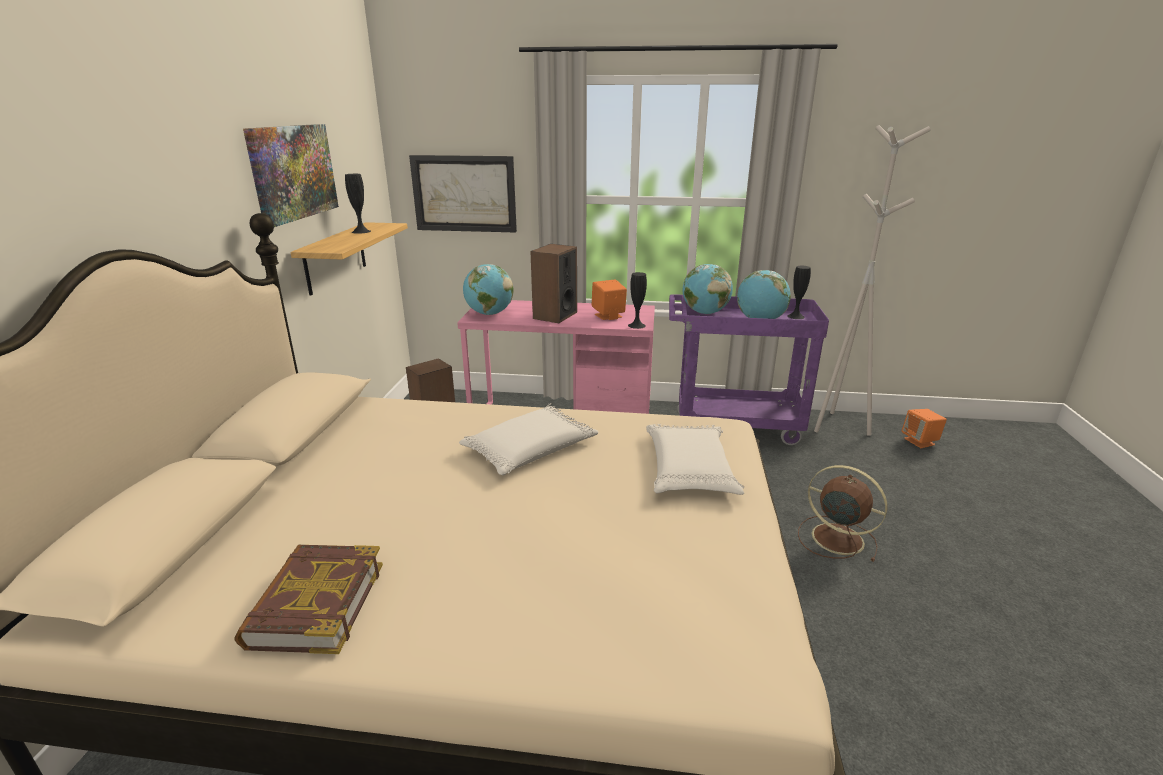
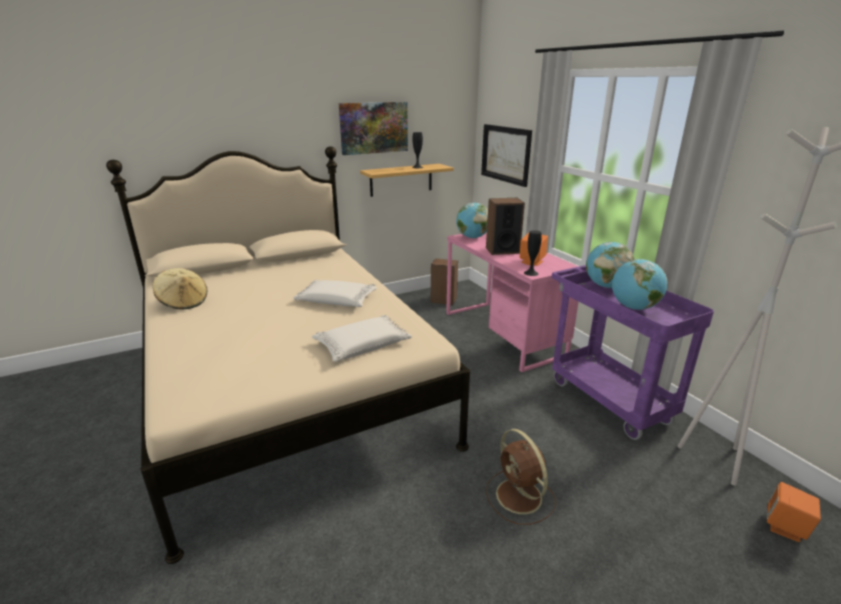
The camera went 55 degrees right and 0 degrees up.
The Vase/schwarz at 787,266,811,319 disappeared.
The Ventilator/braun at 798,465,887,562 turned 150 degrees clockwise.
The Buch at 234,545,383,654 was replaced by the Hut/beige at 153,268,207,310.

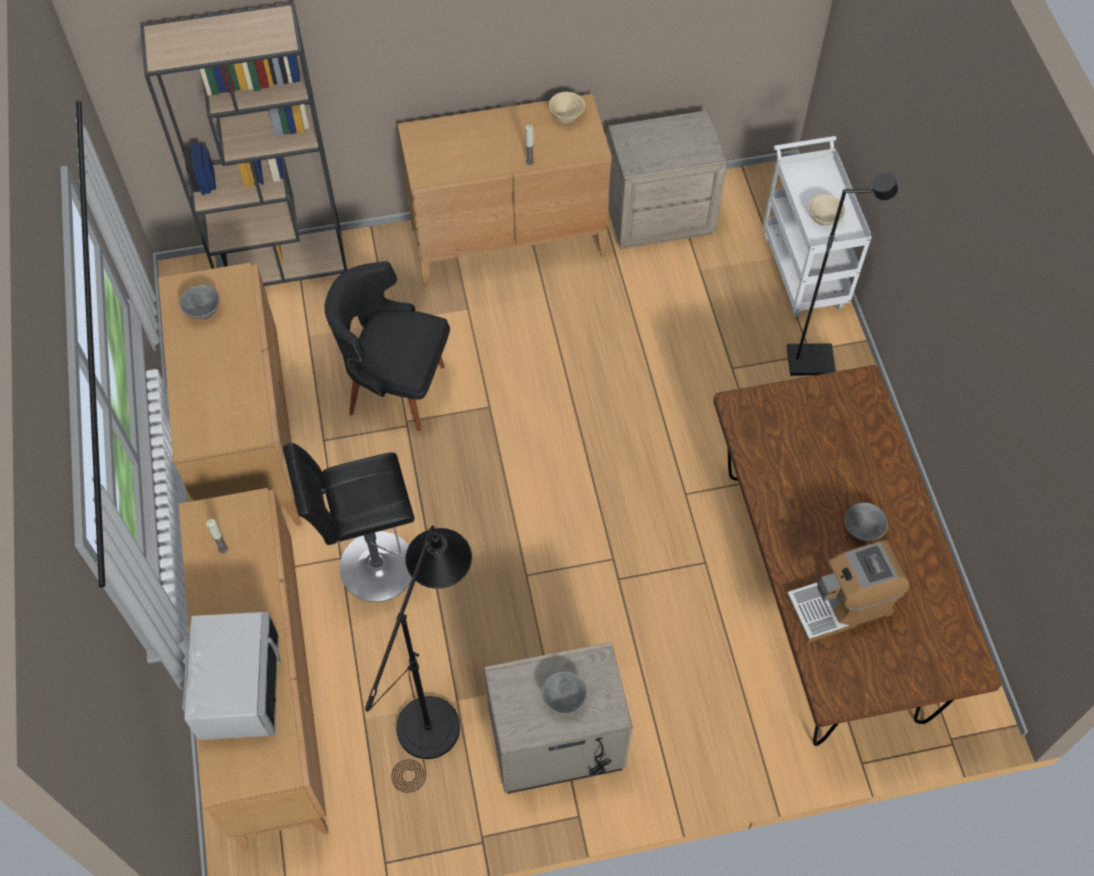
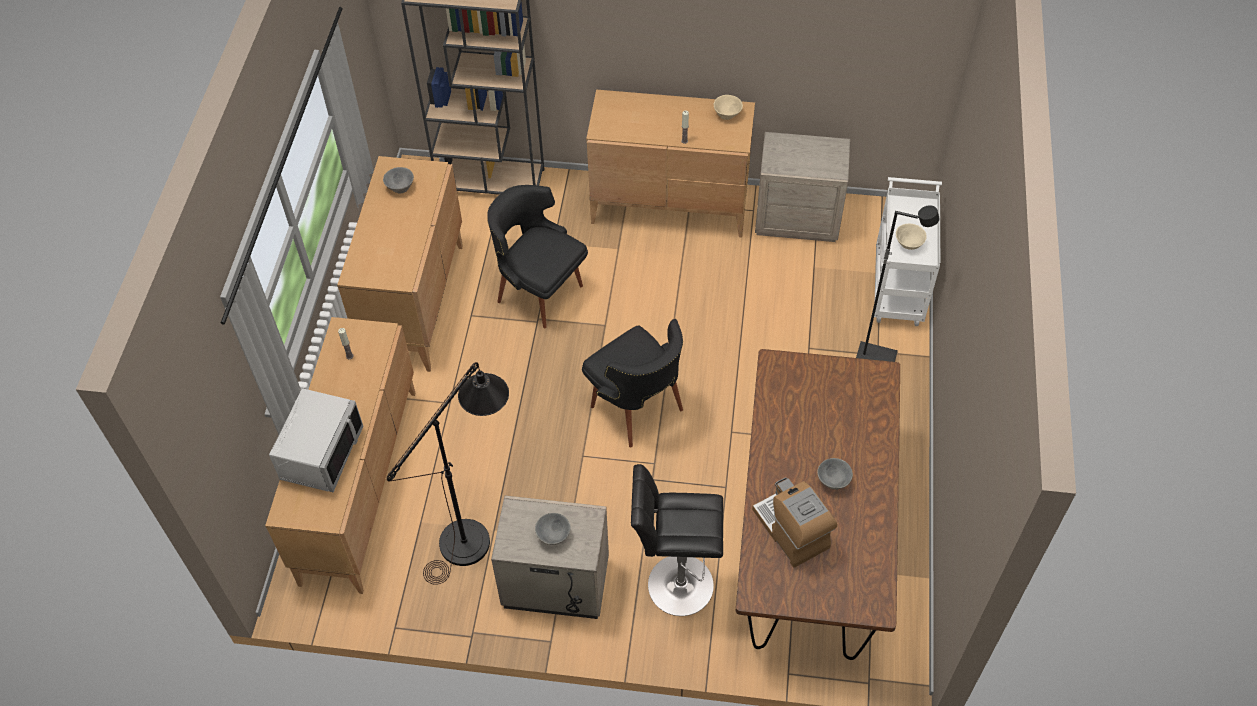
The camera went 20 degrees right and 5 degrees down.
The Hocker/schwarz moved from 283,443,414,602 to 631,464,723,616.
The Kaffeemaschine at 786,539,909,643 turned 60 degrees clockwise.
The Stuhl/schwarz at 582,319,683,448 appeared.

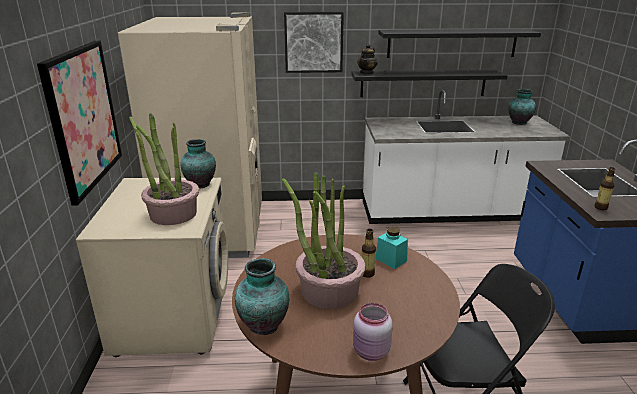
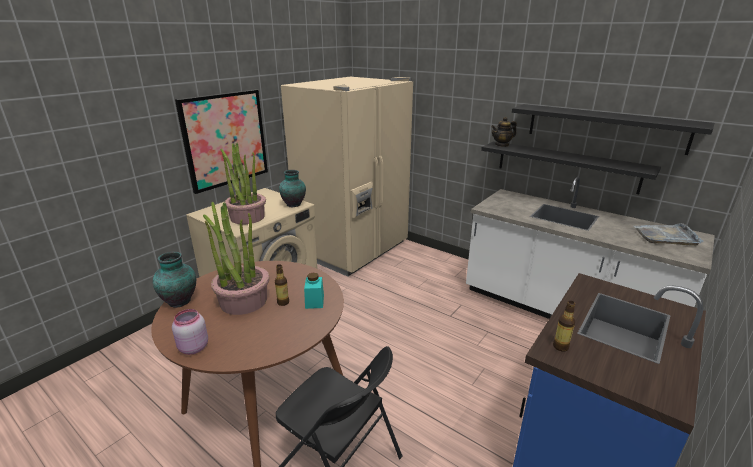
The camera went 40 degrees right and 0 degrees up.
The Bild at 284,12,344,73 disappeared.
The Vase at 508,89,536,125 was replaced by the Tablett/grau at 634,223,704,246.

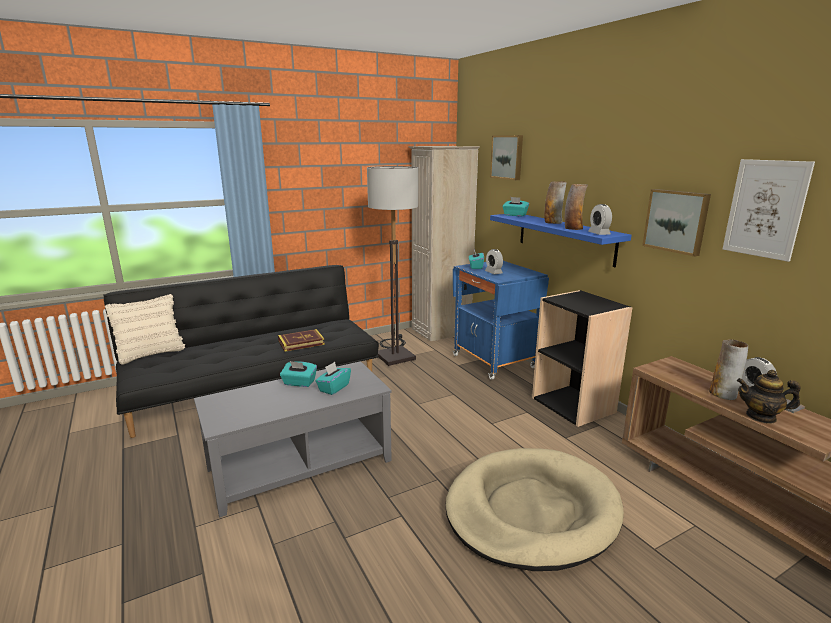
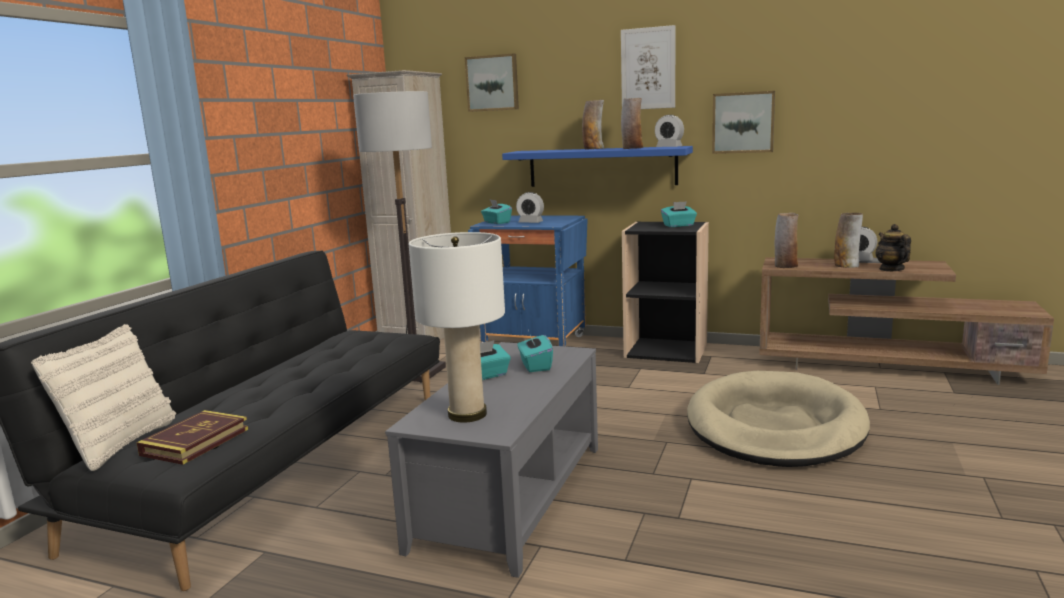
The camera went 40 degrees left and 5 degrees down.
The Bild moved from 722,159,815,262 to 621,25,675,109.
The Taschentuchbox/türkis moved from 502,197,529,216 to 661,201,697,227.
The Buch moved from 278,329,325,352 to 137,410,248,465.
The Teekanne at 737,370,801,424 turned 105 degrees clockwise.
The Vase at 775,213,798,268 appeared.
The Tischlampe/weiß at 409,232,505,423 appeared.

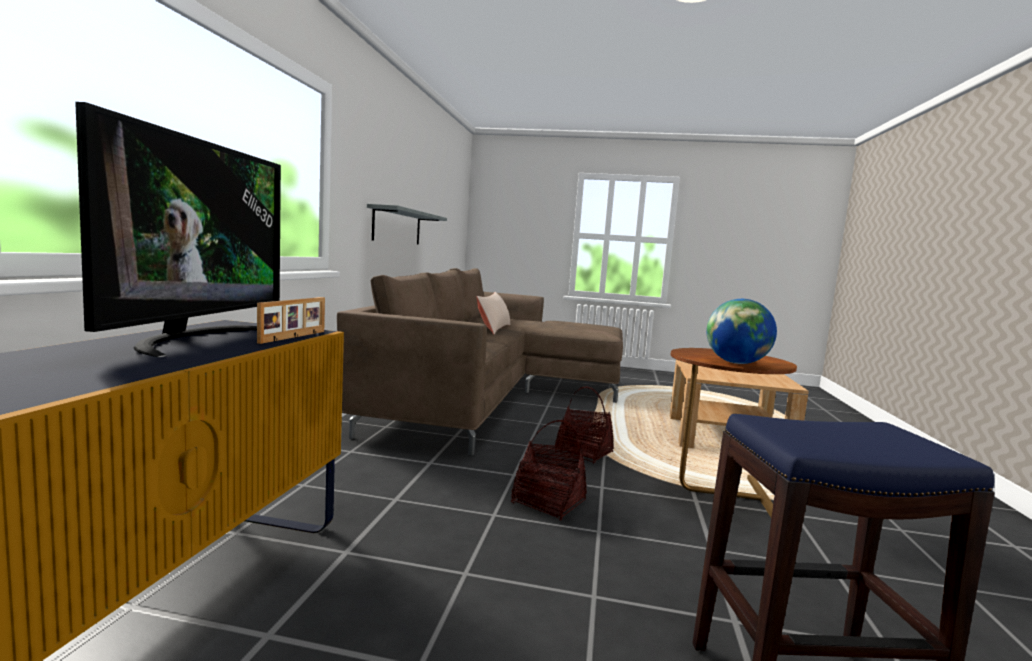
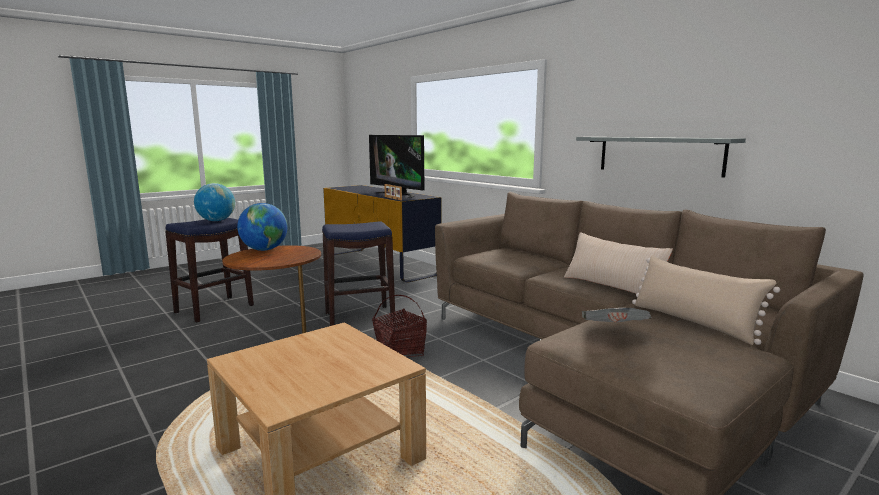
The camera went 130 degrees right and 5 degrees up.
The Korb at 511,420,587,521 was replaced by the Hocker at 322,221,396,326.
The Globus at 194,183,235,221 appeared.
The Kissen/beige at 632,255,780,345 appeared.
The Zeitung at 582,308,651,322 appeared.

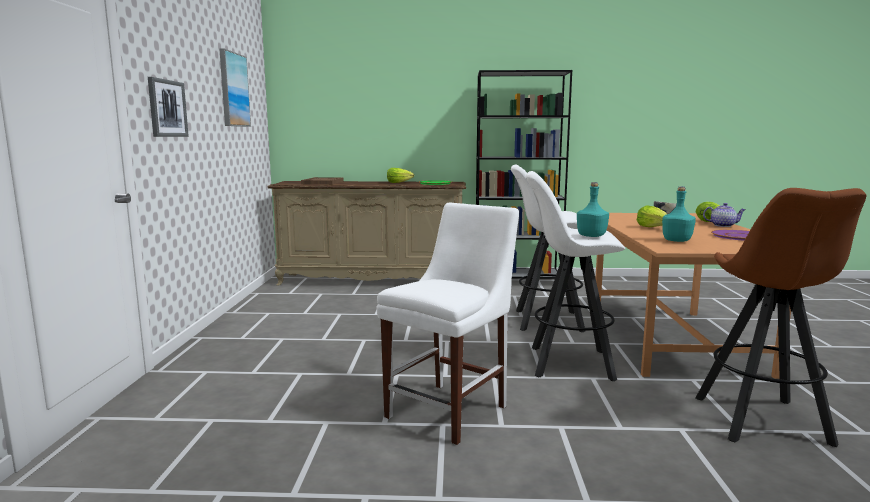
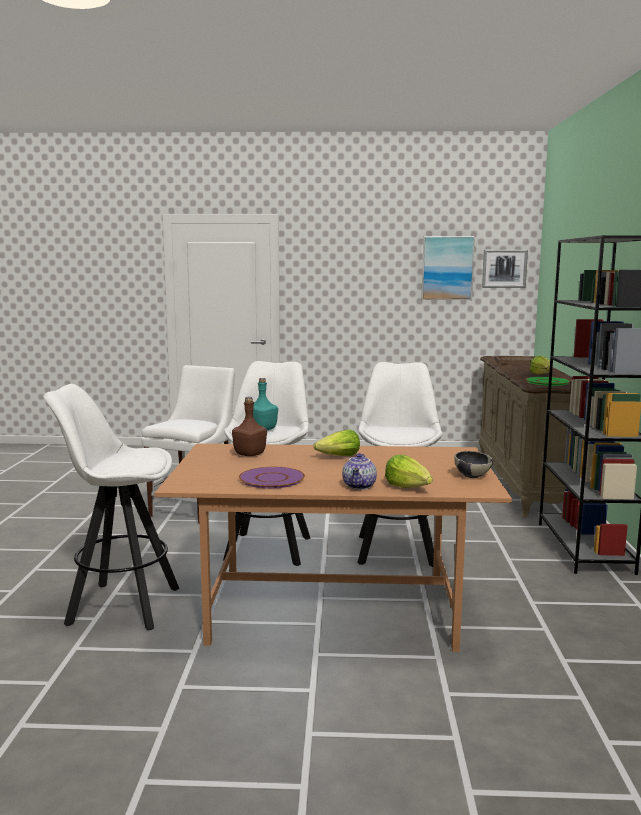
The camera went 90 degrees right and 0 degrees up.
The Bild moved from 148,77,189,137 to 482,250,528,288.
The Flasche/türkis at 662,187,696,242 became the Flasche/braun at 232,397,267,456.
The Hocker/braun at 696,188,866,447 became the Hocker/weiß at 43,384,179,630.
The Stuhl/weiß at 376,203,519,445 turned 105 degrees counterclockwise.

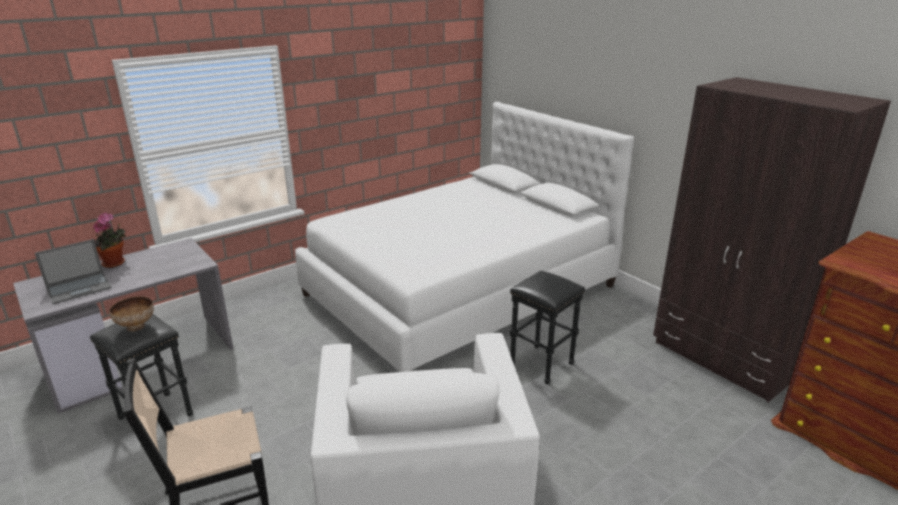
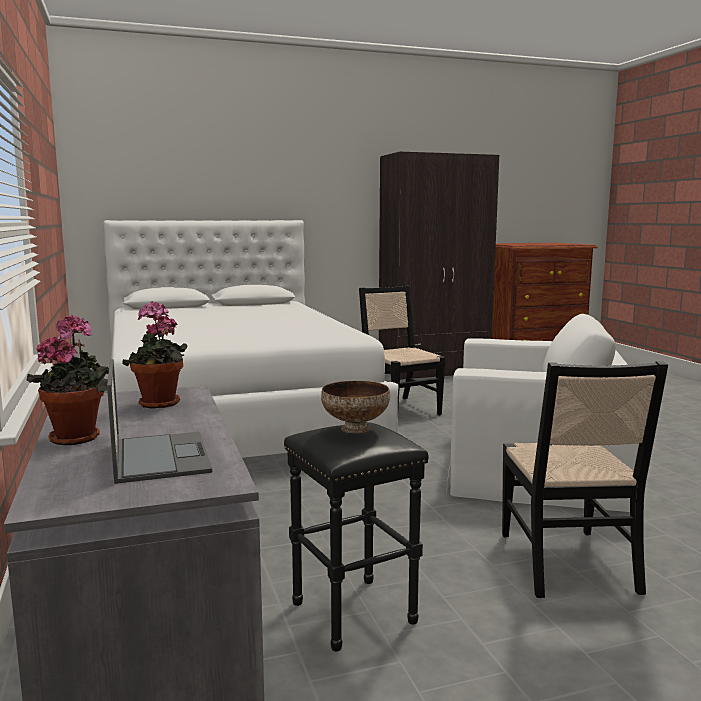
The camera went 70 degrees left and 15 degrees down.
The Hocker/schwarz at 510,271,585,384 was replaced by the Stuhl at 359,285,445,415.
The Topfpflanze at 122,301,188,409 appeared.

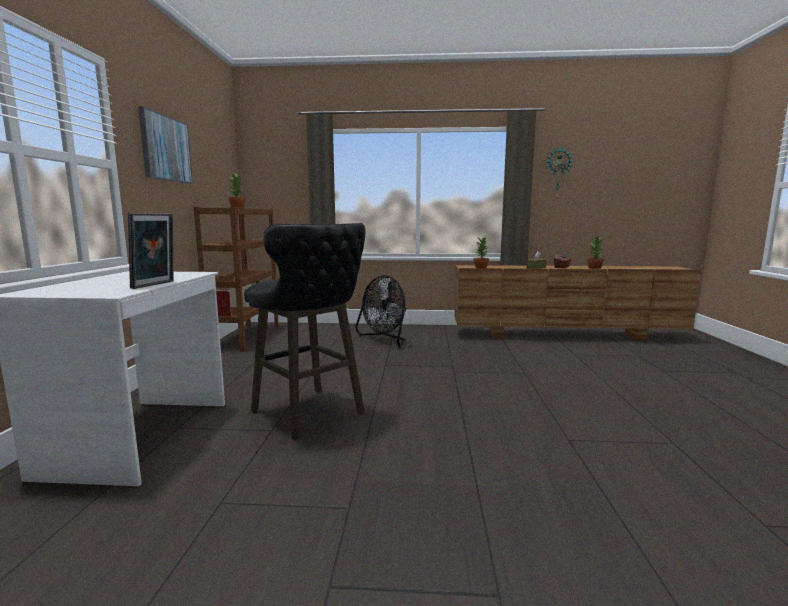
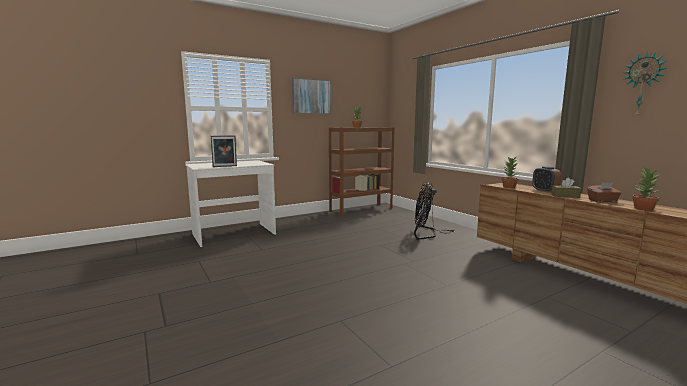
The camera went 55 degrees right and 0 degrees up.
The Hocker/schwarz at 244,223,366,441 disappeared.
The Wecker at 532,166,561,192 appeared.

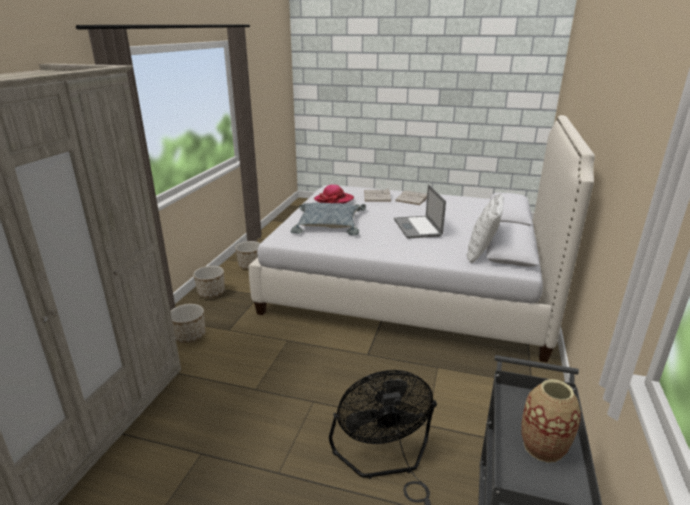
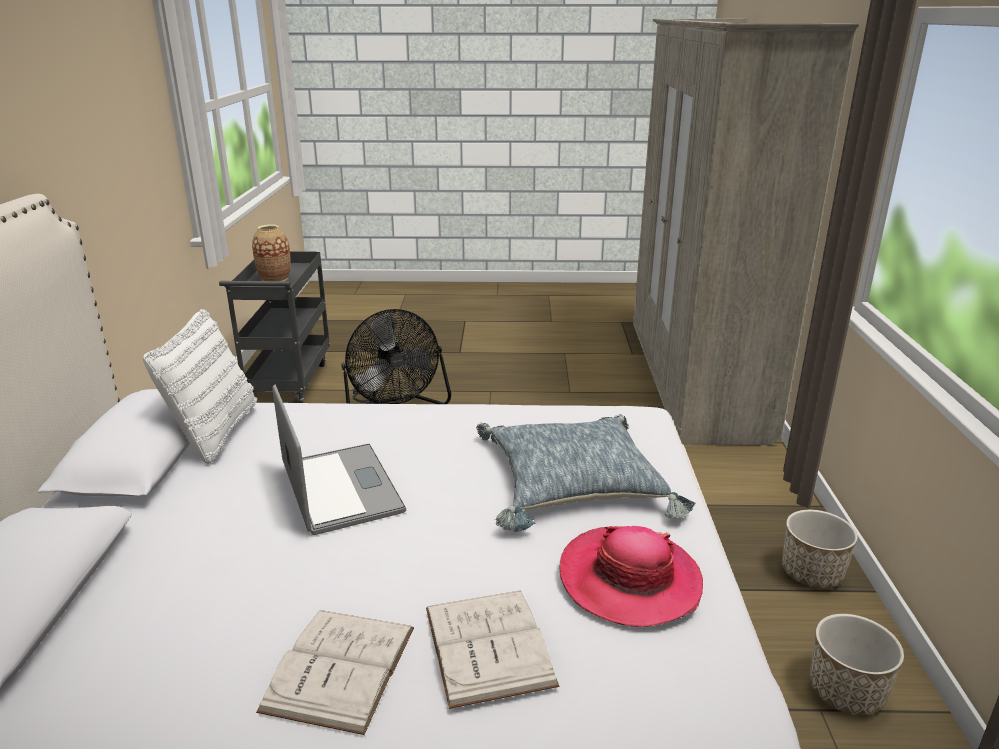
The camera went 165 degrees right and 0 degrees up.
The Pflanzkübel at 171,304,205,343 disappeared.

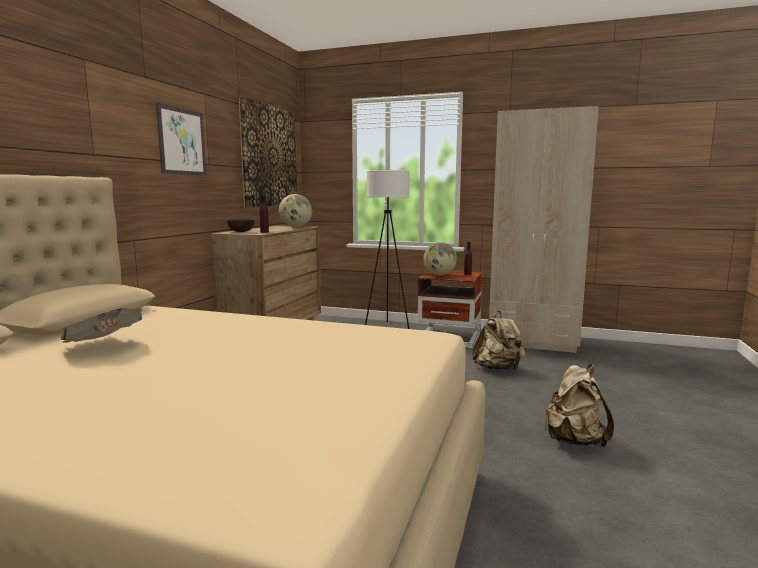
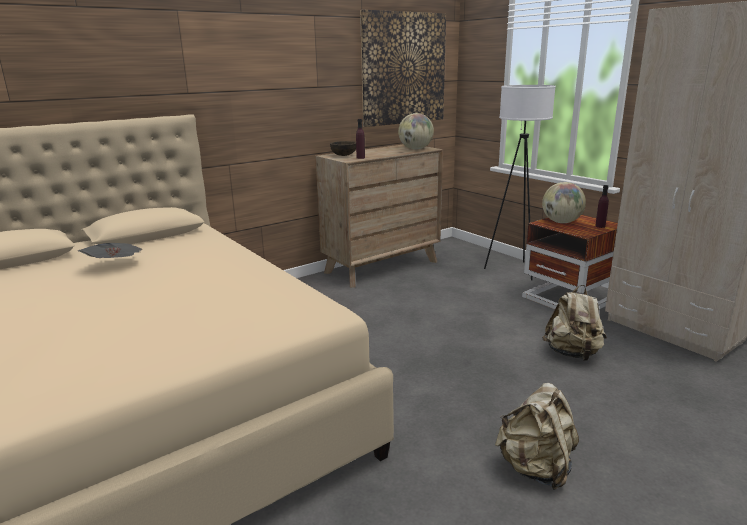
The camera went 35 degrees right and 10 degrees up.
The Bild at 156,103,206,176 disappeared.

